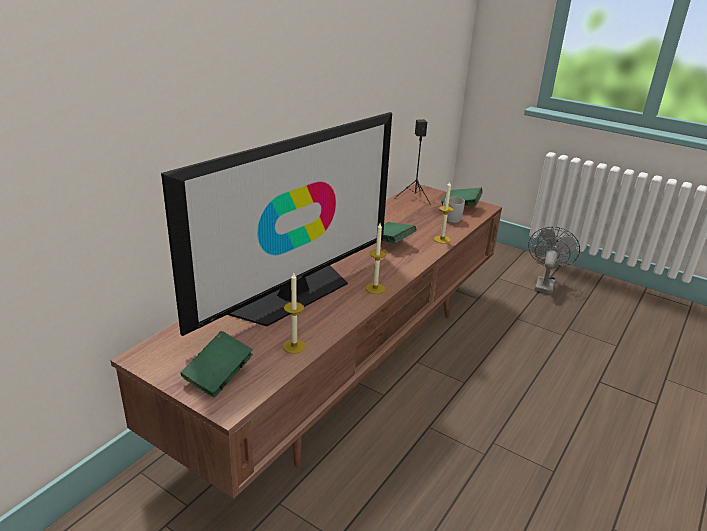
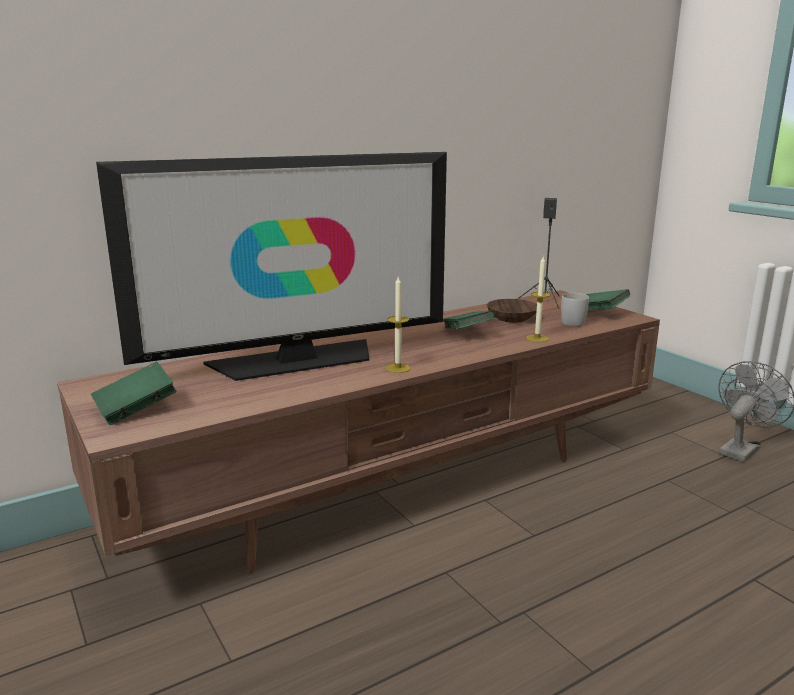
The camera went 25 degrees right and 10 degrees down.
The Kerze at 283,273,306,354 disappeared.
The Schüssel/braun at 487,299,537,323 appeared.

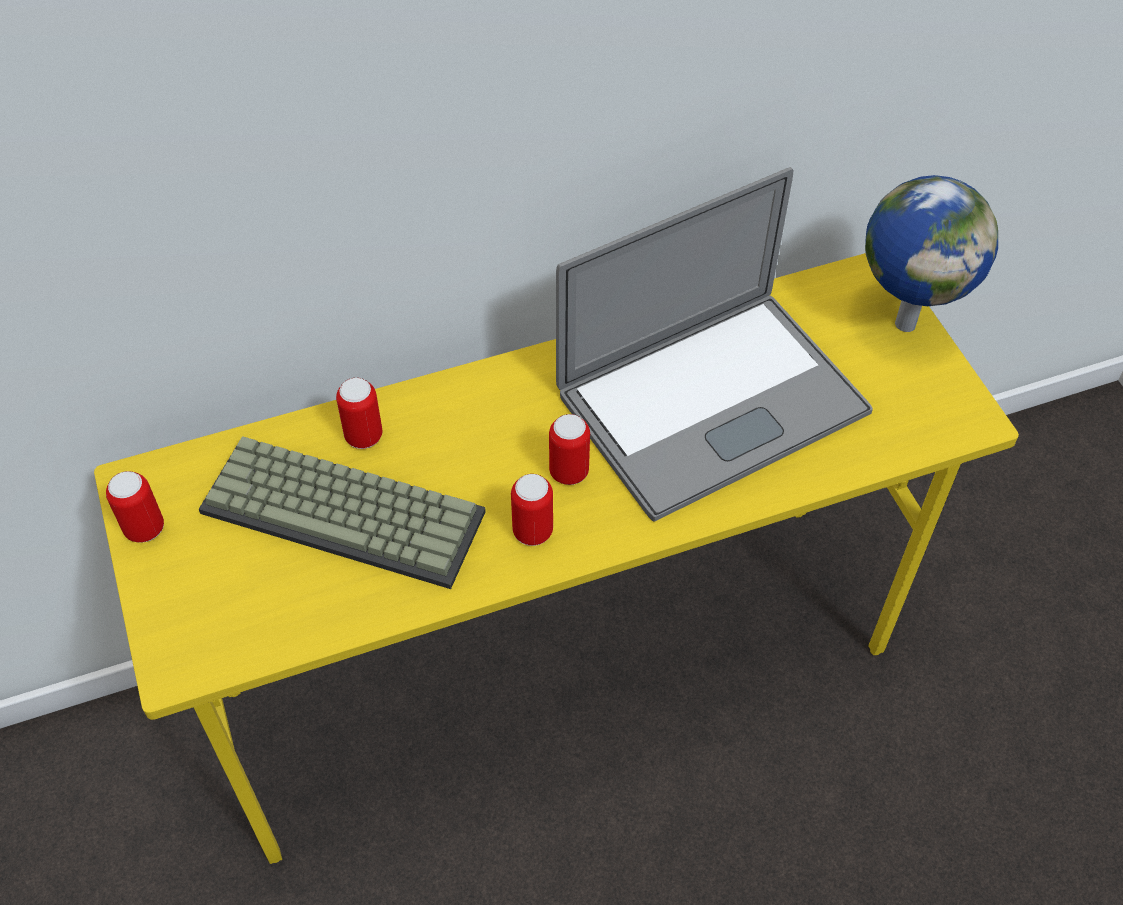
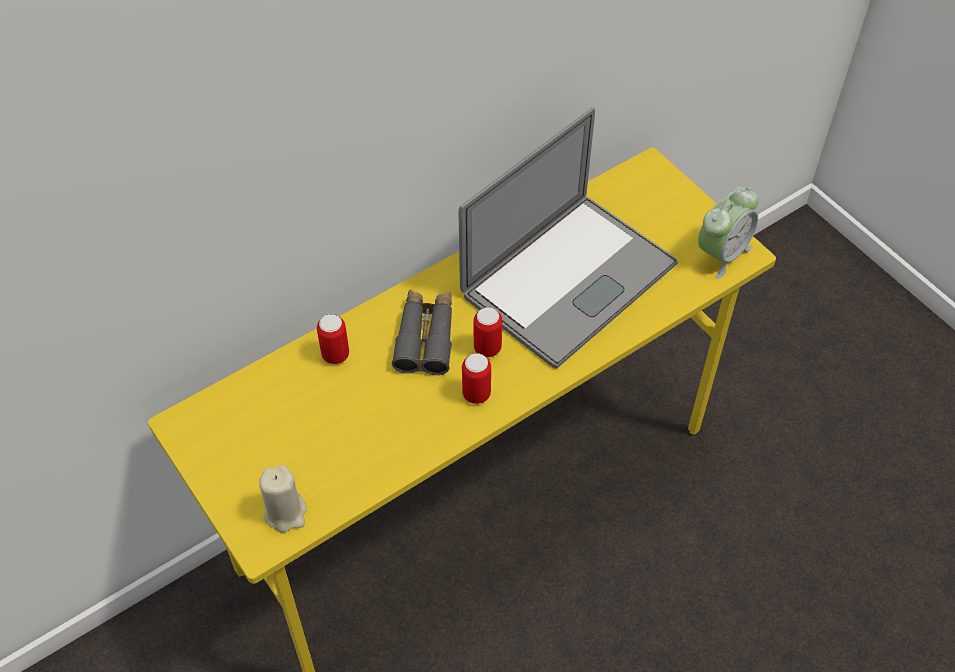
The camera went 15 degrees left and 0 degrees up.
The Globus at 865,175,998,332 disappeared.
The Tastatur at 199,436,486,589 disappeared.
The Dose at 106,471,164,543 disappeared.
The Wecker at 698,187,759,279 appeared.
The Fernglas/grau at 392,290,452,375 appeared.
The Kerze/beige at 259,465,307,533 appeared.

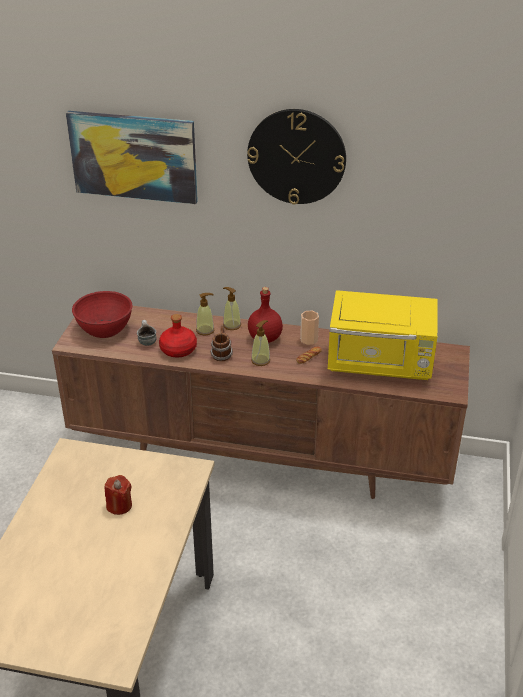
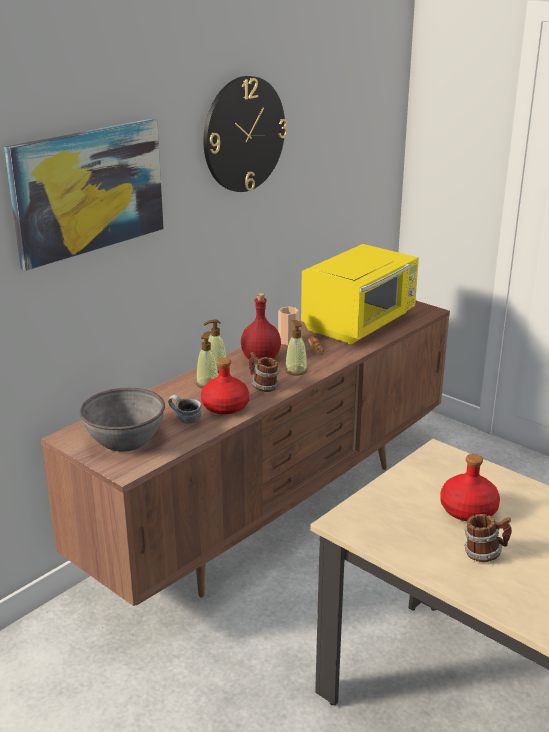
The camera went 60 degrees left and 10 degrees down.
The Schüssel/rot at 72,291,132,338 became the Schüssel/grau at 79,388,165,451.
The Kerze/rot at 105,475,132,515 was replaced by the Flasche/rot at 440,454,500,521.
The Henkelbecher at 464,514,512,562 appeared.

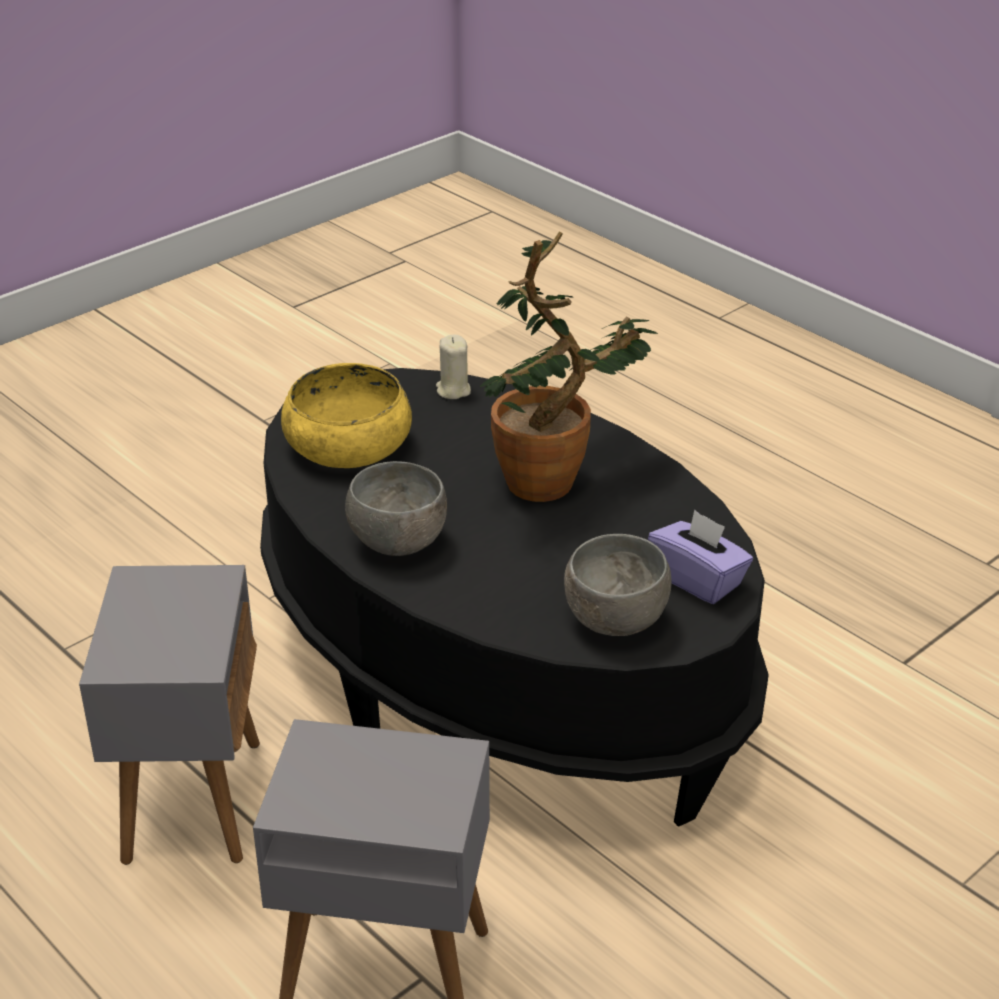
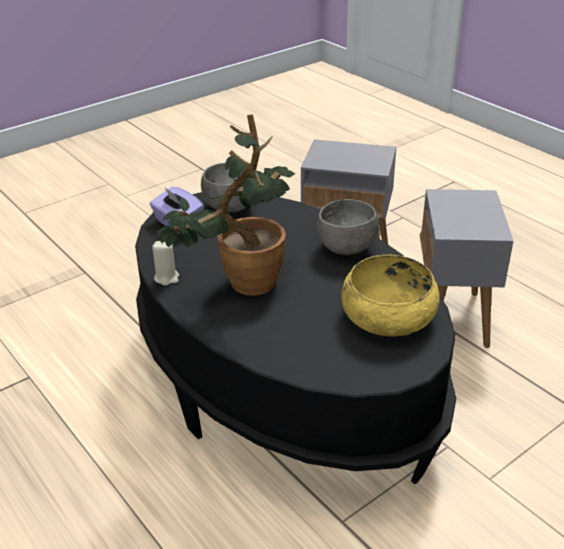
The camera went 175 degrees left and 0 degrees up.
The Kerze/beige moved from 436,335,471,399 to 152,241,179,286.

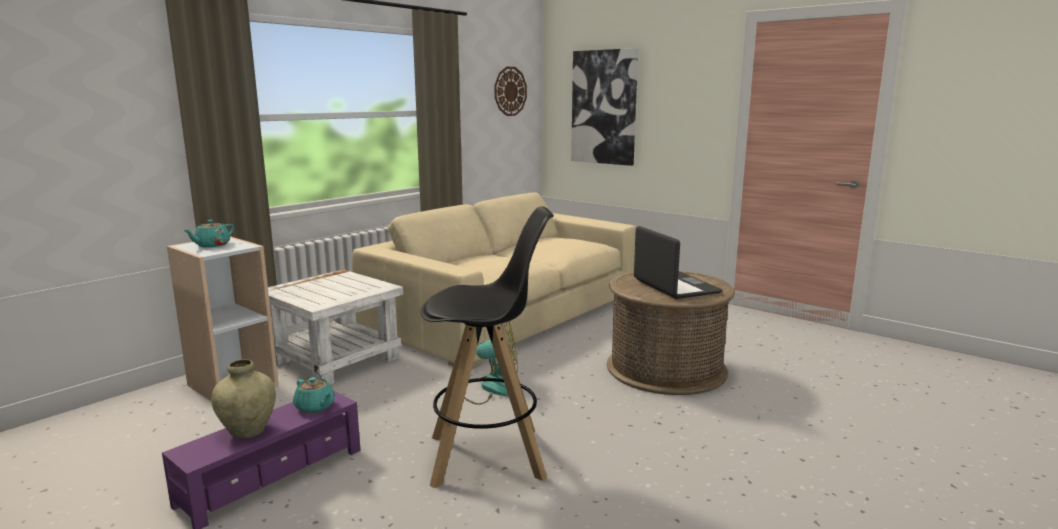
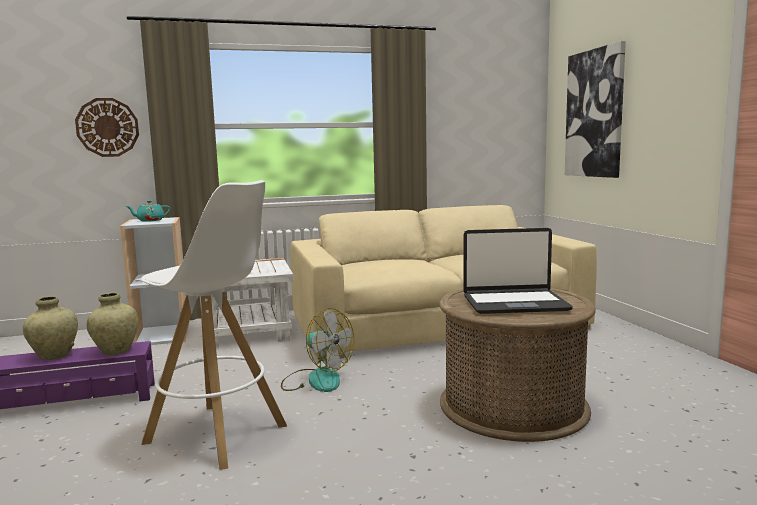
The camera went 35 degrees right and 5 degrees down.
The Wanduhr moved from 495,67,527,116 to 75,98,139,157.
The Hocker/schwarz at 420,206,554,488 became the Hocker/weiß at 135,180,287,470.
The Laptop at 634,226,723,299 turned 75 degrees clockwise.
The Teekanne/türkis at 293,377,335,413 was replaced by the Vase/beige at 86,293,139,355.

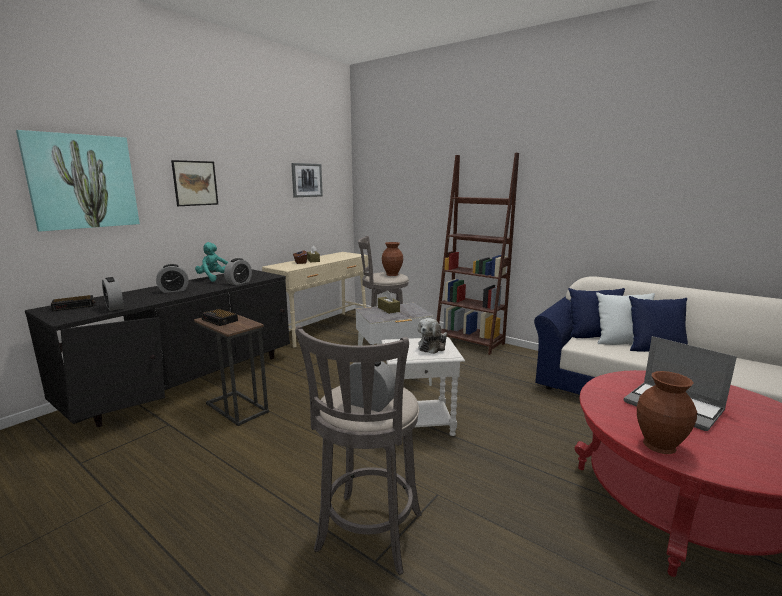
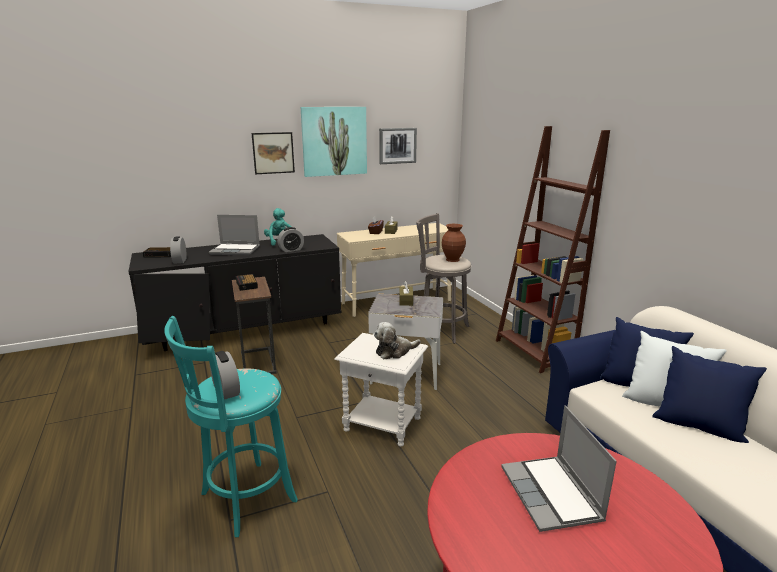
The camera went 30 degrees right and 5 degrees up.
The Bild moved from 16,130,140,232 to 300,107,367,177.
The Wecker at 156,264,189,293 was replaced by the Laptop at 209,215,260,255.
The Hocker/grau at 295,325,422,575 became the Hocker/türkis at 164,316,298,537.
The Vase/braun at 637,371,697,454 disappeared.

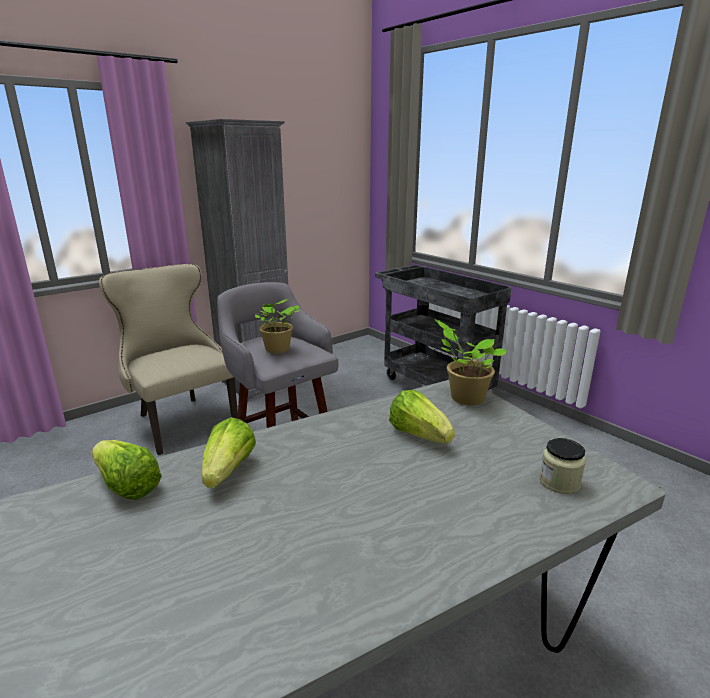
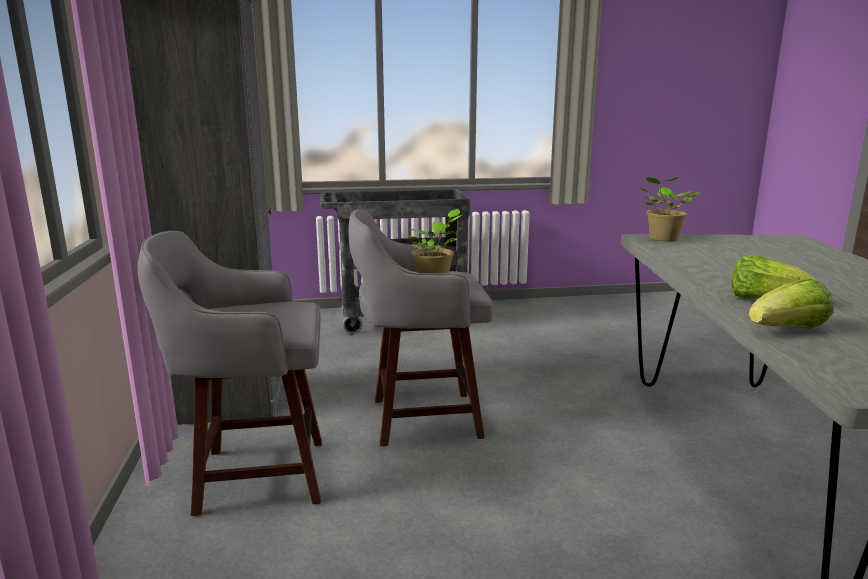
The camera went 60 degrees left and 5 degrees down.
The Stuhl/beige at 99,264,238,455 was replaced by the Hocker/grau at 137,231,322,516.
The Salatkopf at 389,390,455,444 disappeared.
The Vorratsglas at 539,438,586,494 disappeared.

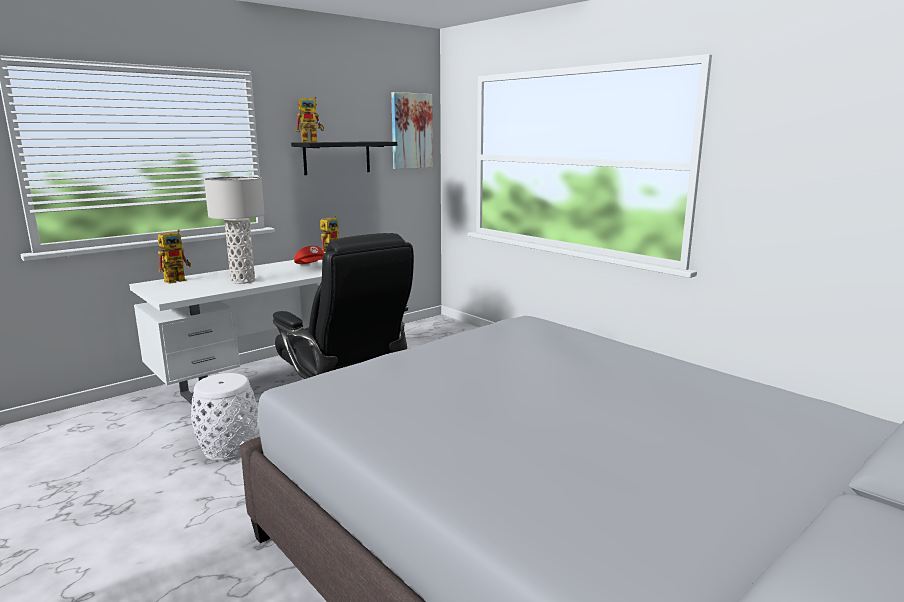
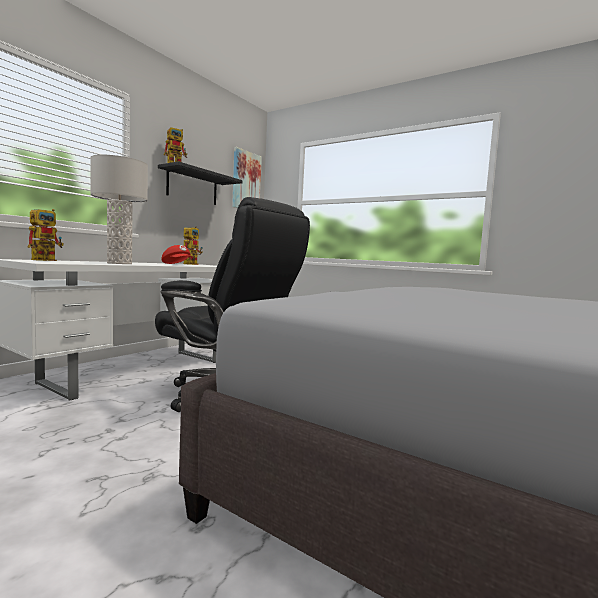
The camera went 15 degrees left and 10 degrees down.
The Hocker/weiß at 191,373,258,461 disappeared.

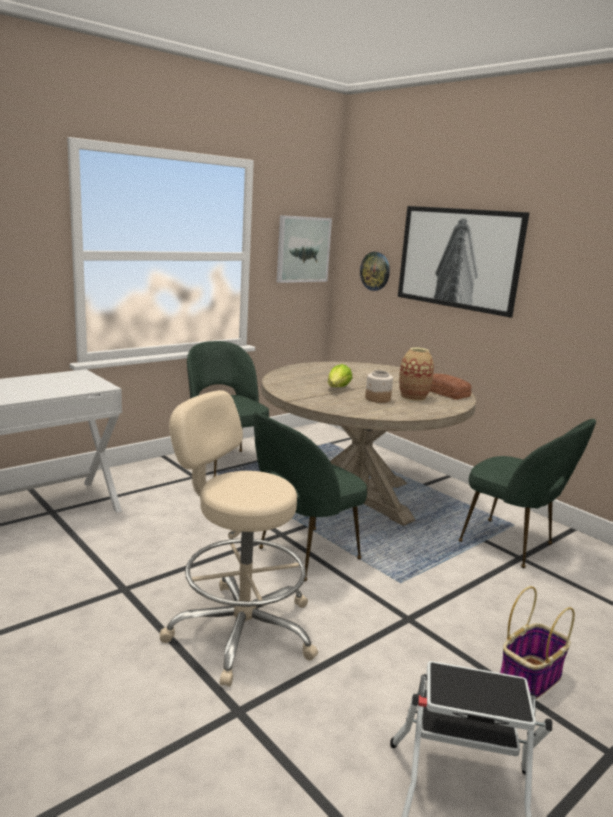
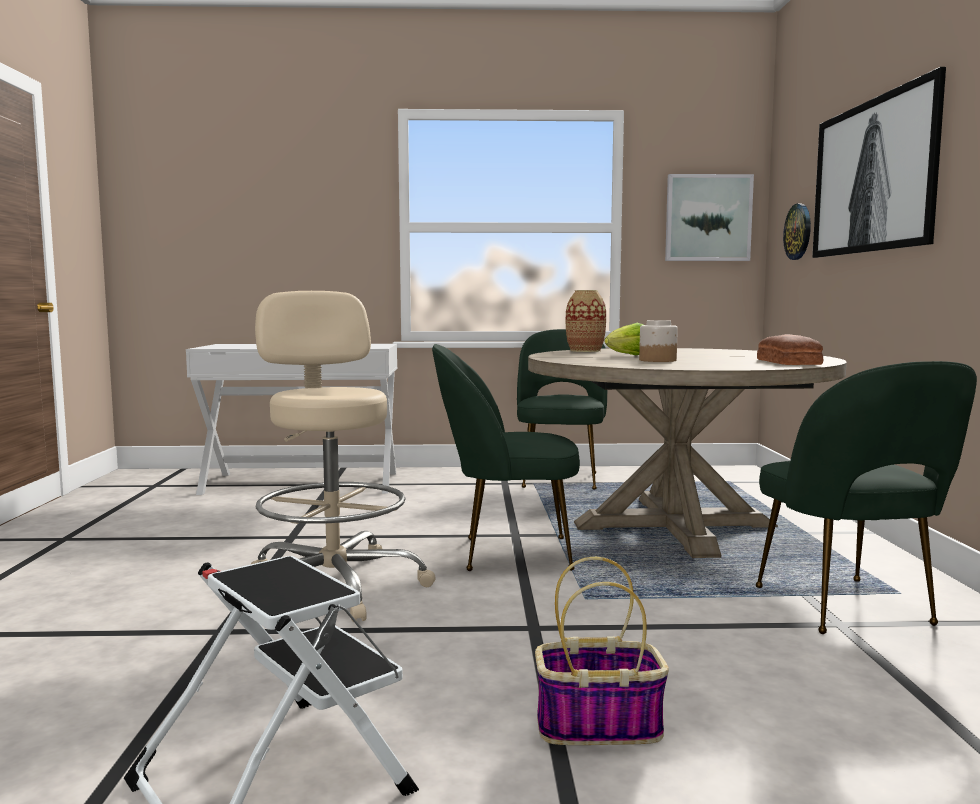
The camera went 40 degrees right and 10 degrees down.
The Vase moved from 399,347,434,401 to 566,290,606,352.

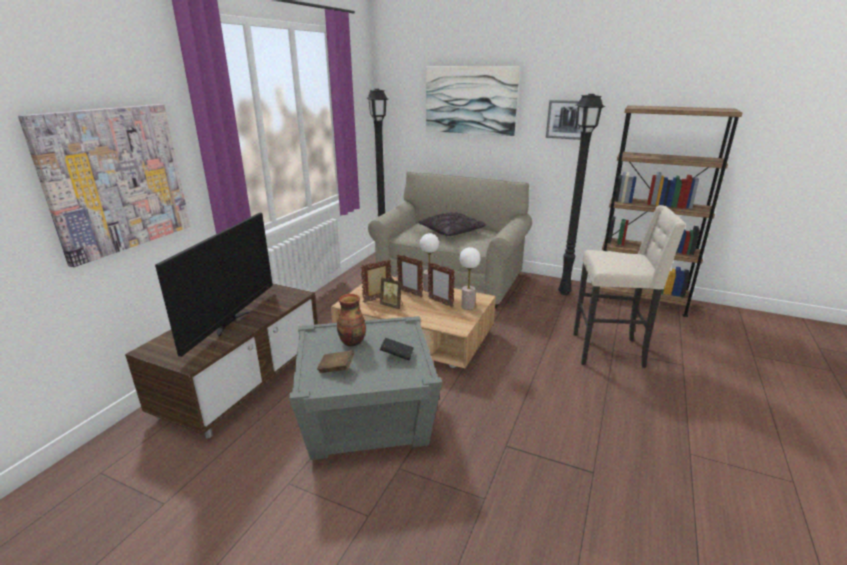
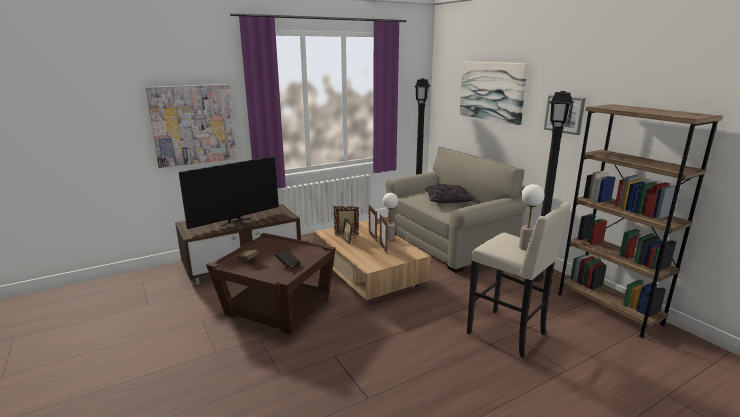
The camera went 35 degrees right and 5 degrees down.
The Tischlampe moved from 460,247,481,310 to 519,184,545,250.
The Vase at 337,294,366,346 disappeared.
The Beistelltisch/grau at 289,316,442,460 became the Beistelltisch/braun at 206,233,336,335.

